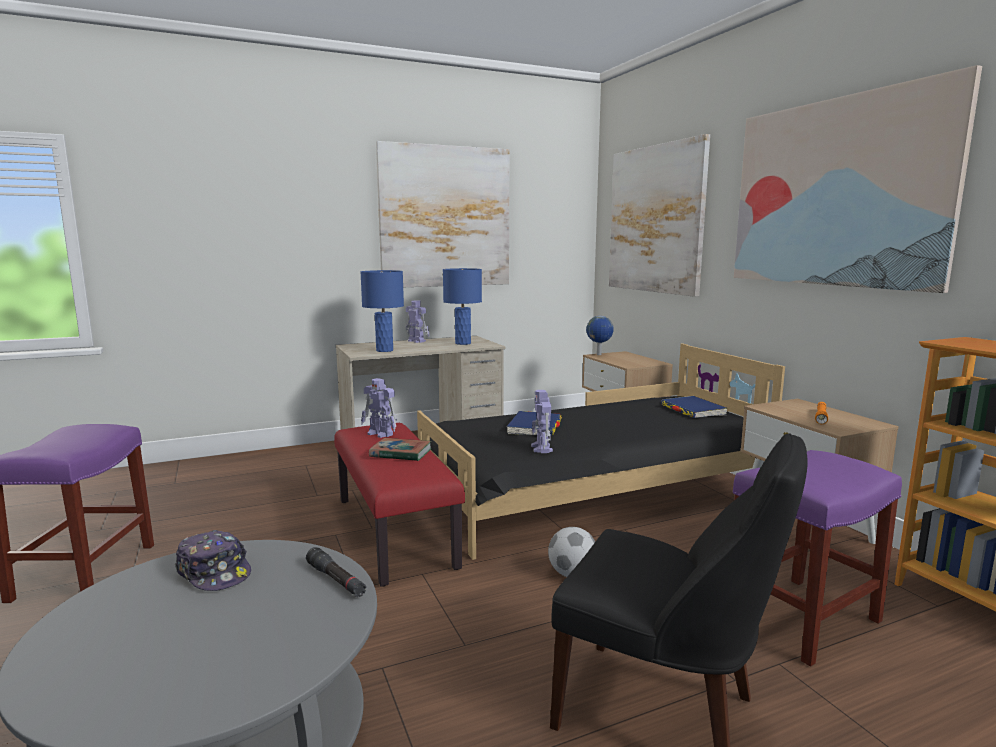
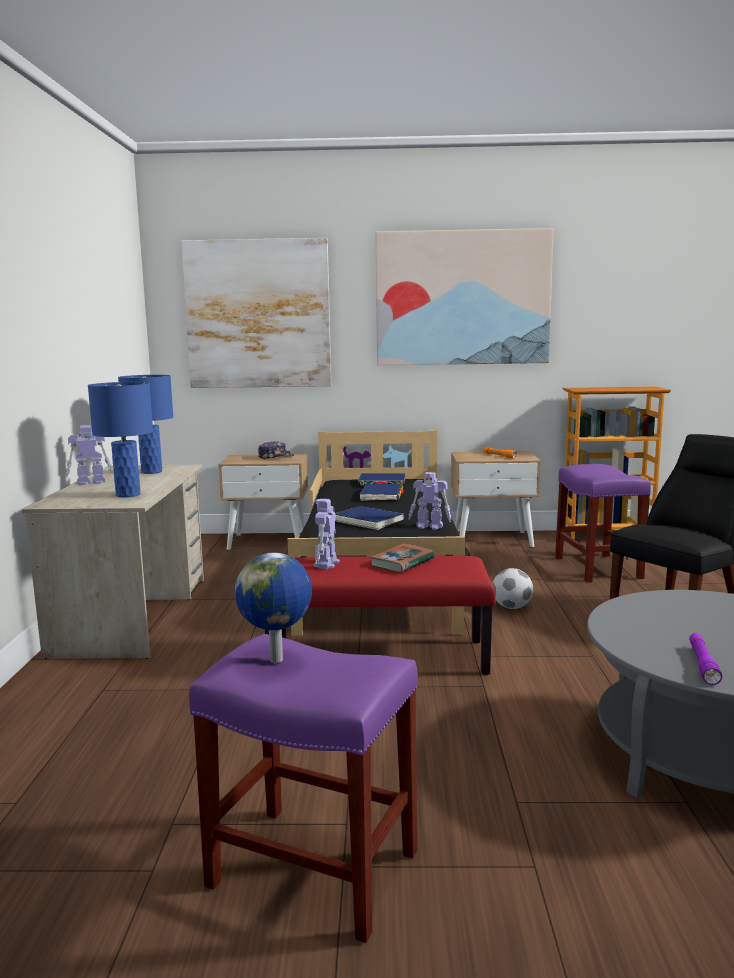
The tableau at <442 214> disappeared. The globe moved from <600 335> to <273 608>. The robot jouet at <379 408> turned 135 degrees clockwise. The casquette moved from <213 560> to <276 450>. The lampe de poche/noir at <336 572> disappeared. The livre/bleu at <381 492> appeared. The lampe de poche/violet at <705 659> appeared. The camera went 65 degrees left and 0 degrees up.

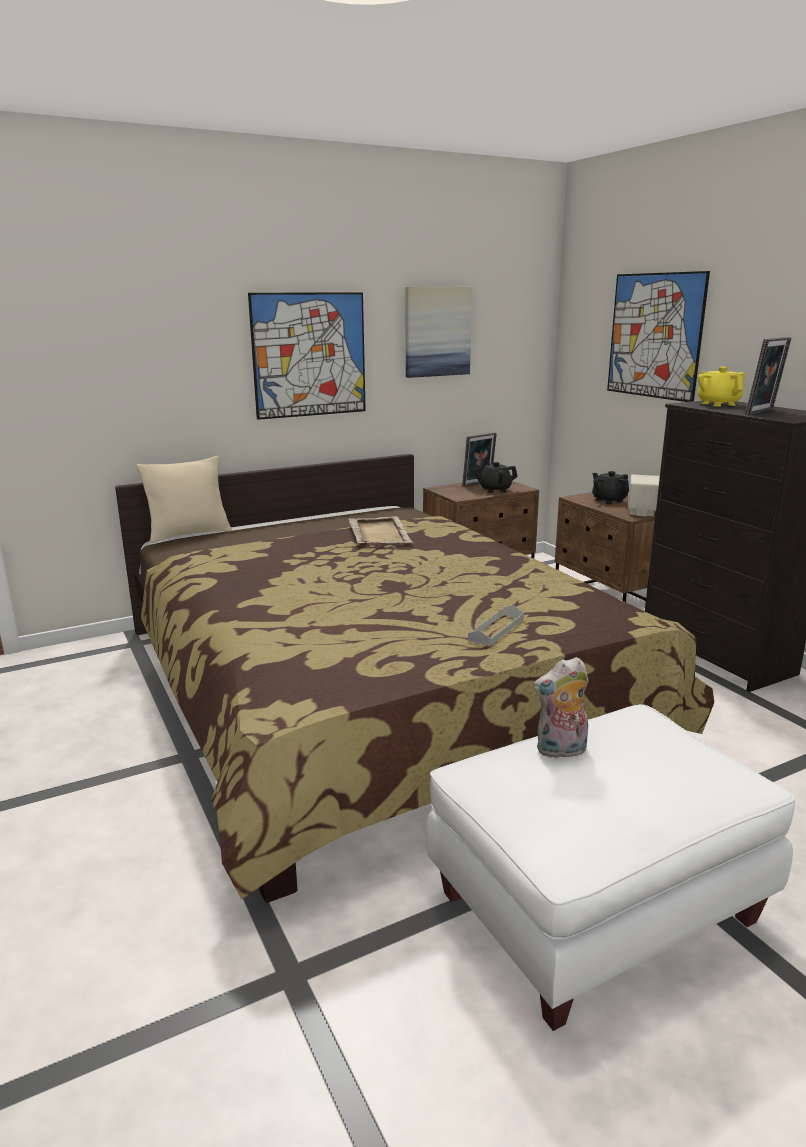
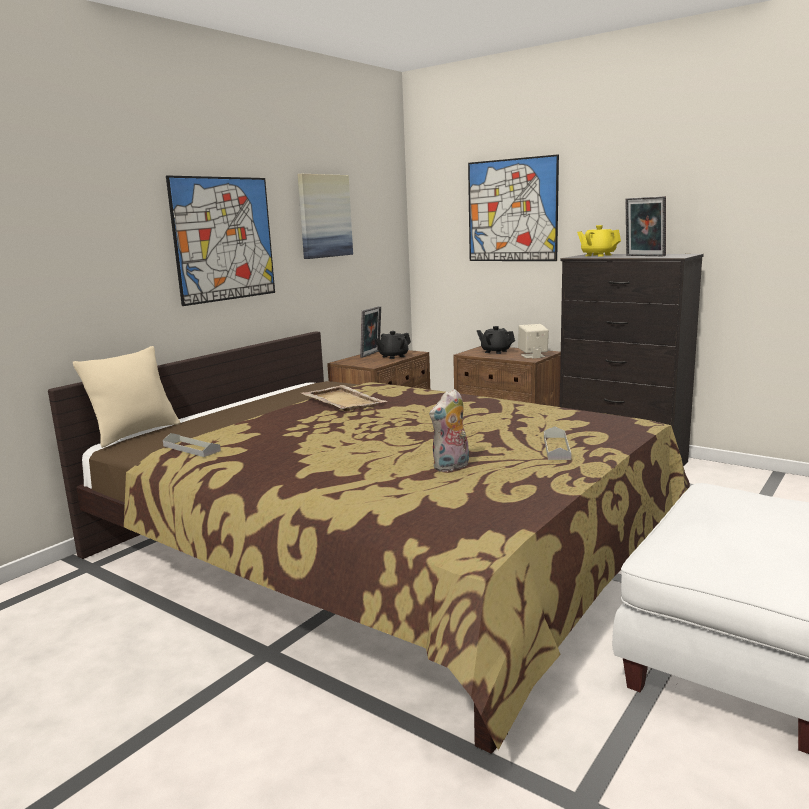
The cadre photo at <768 376> turned 120 degrees clockwise. The peluche moved from <561 707> to <449 430>. The plateau/gris at <192 445> appeared. The camera went 25 degrees left and 5 degrees down.

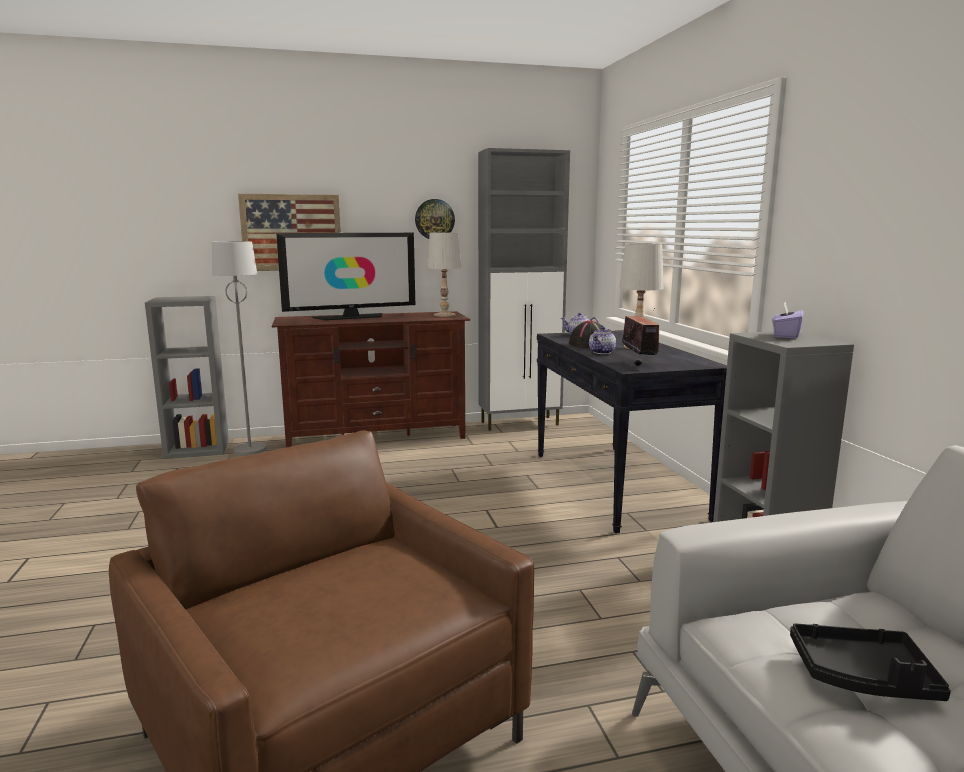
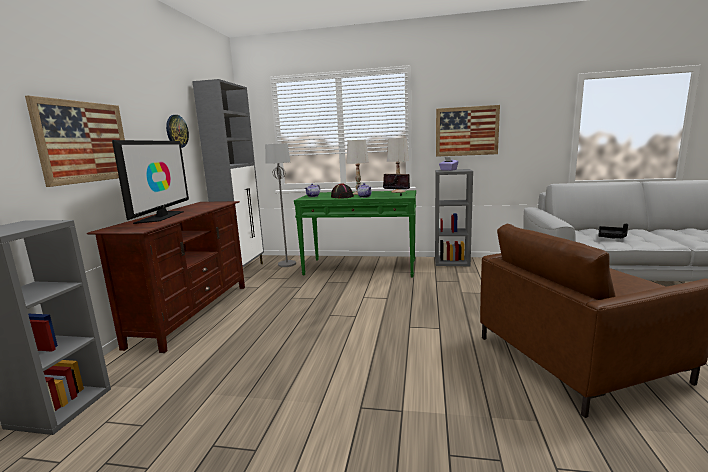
The lampe de table/blanc moved from <444 275> to <398 165>. The lampadaire/gris moved from <239 348> to <280 205>. The table console/noir at <632 432> became the table console/vert at <355 234>. The tableau at <468 131> appeared. The camera went 65 degrees left and 0 degrees up.

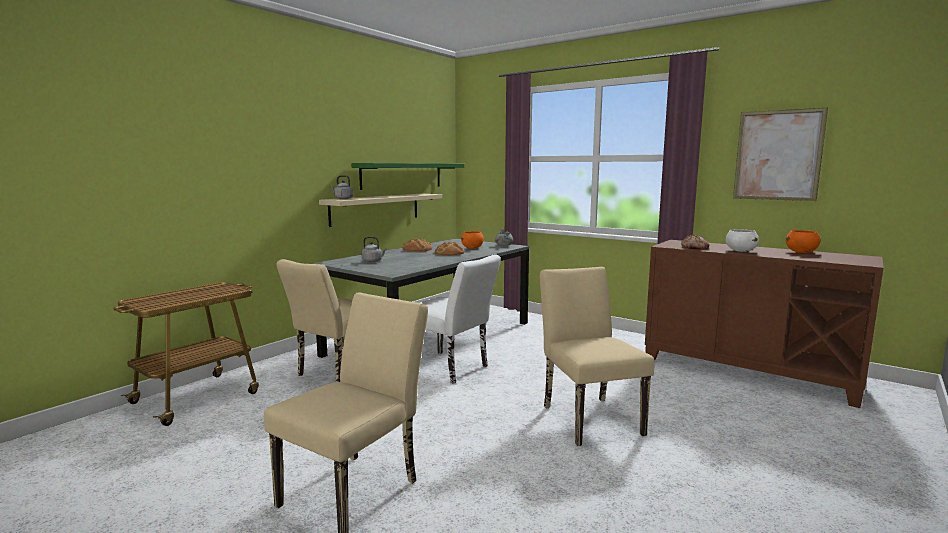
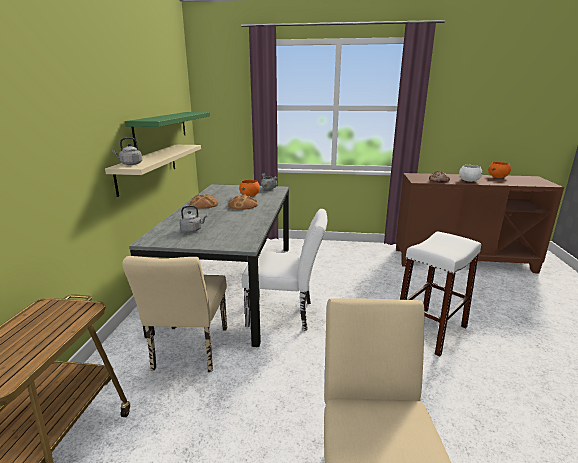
The tableau at <780 154> disappeared. The chaise/beige at <597 356> was replaced by the tabouret/blanc at <440 294>. The camera went 30 degrees left and 10 degrees up.

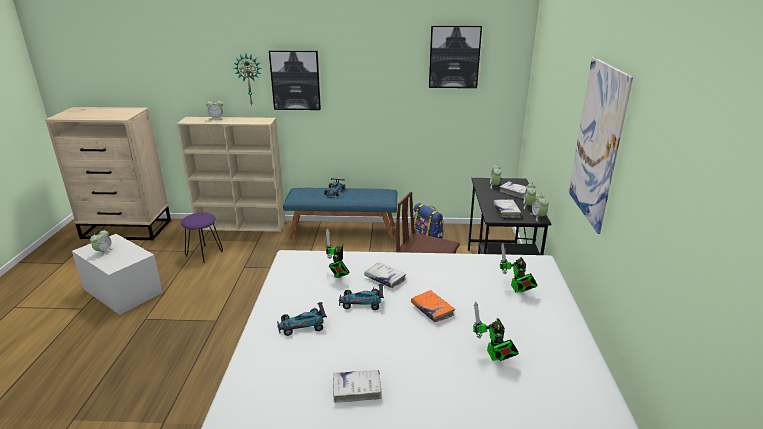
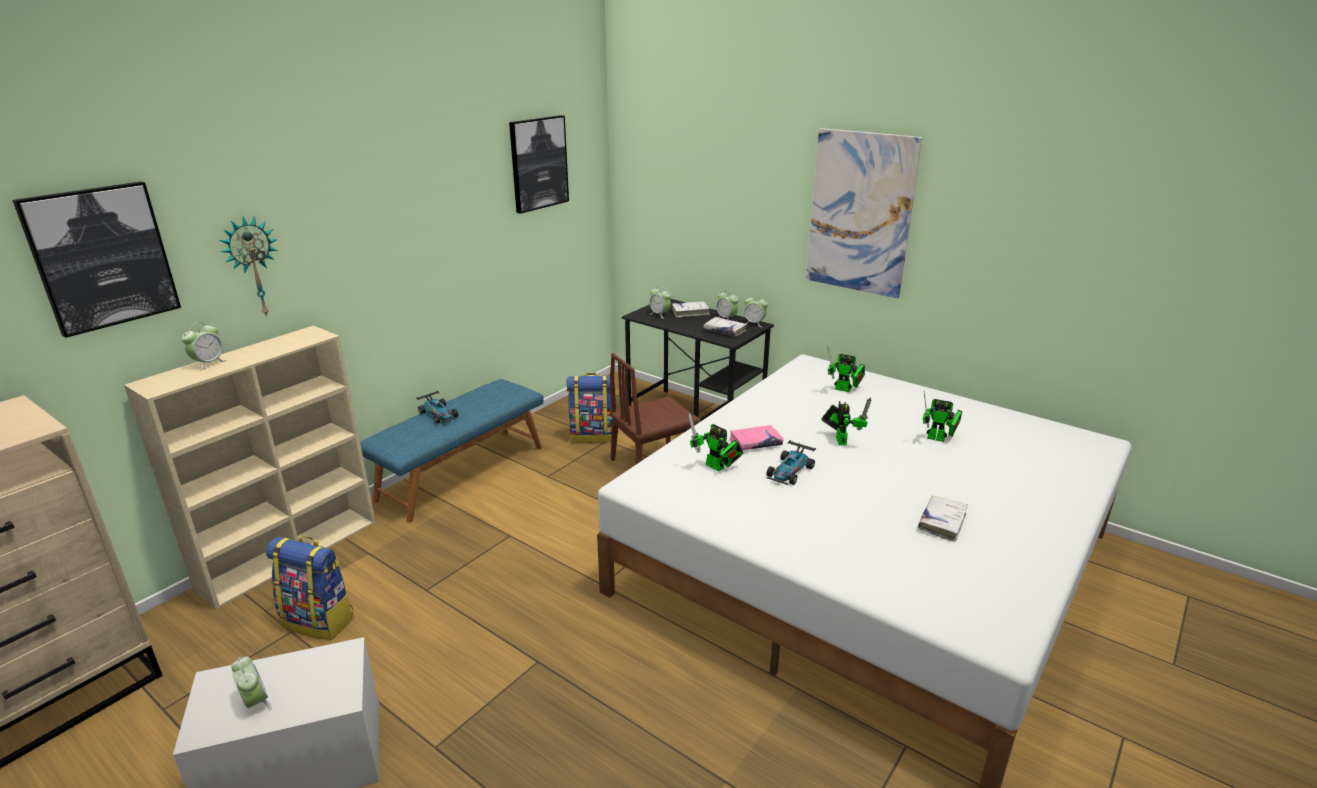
The tableau moved from <295 80> to <97 259>. The tabouret/violet at <202 237> was replaced by the sac à dos at <310 588>. The livre/blanc at <385 275> became the livre/rose at <756 437>. The livre/orange at <433 306> was replaced by the robot jouet at <846 421>. The petite voiture at <302 319> disappeared. The camera went 55 degrees left and 0 degrees up.

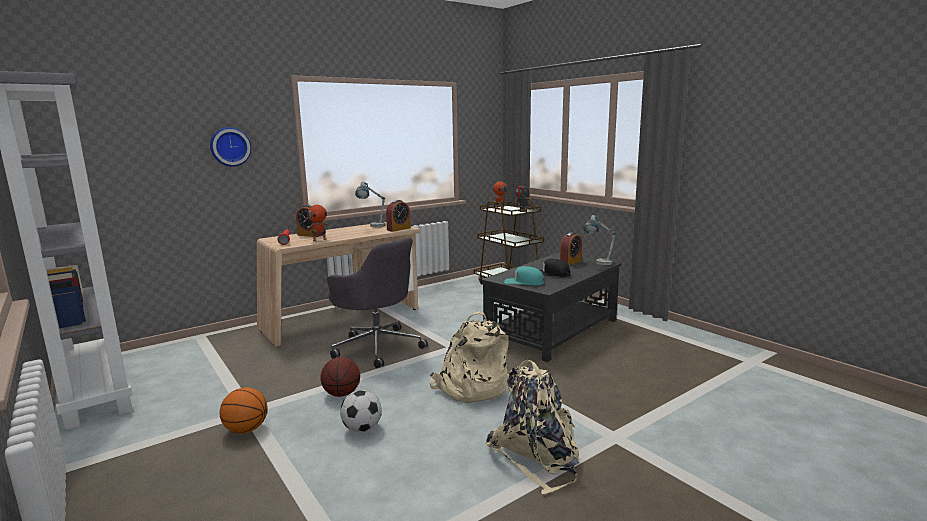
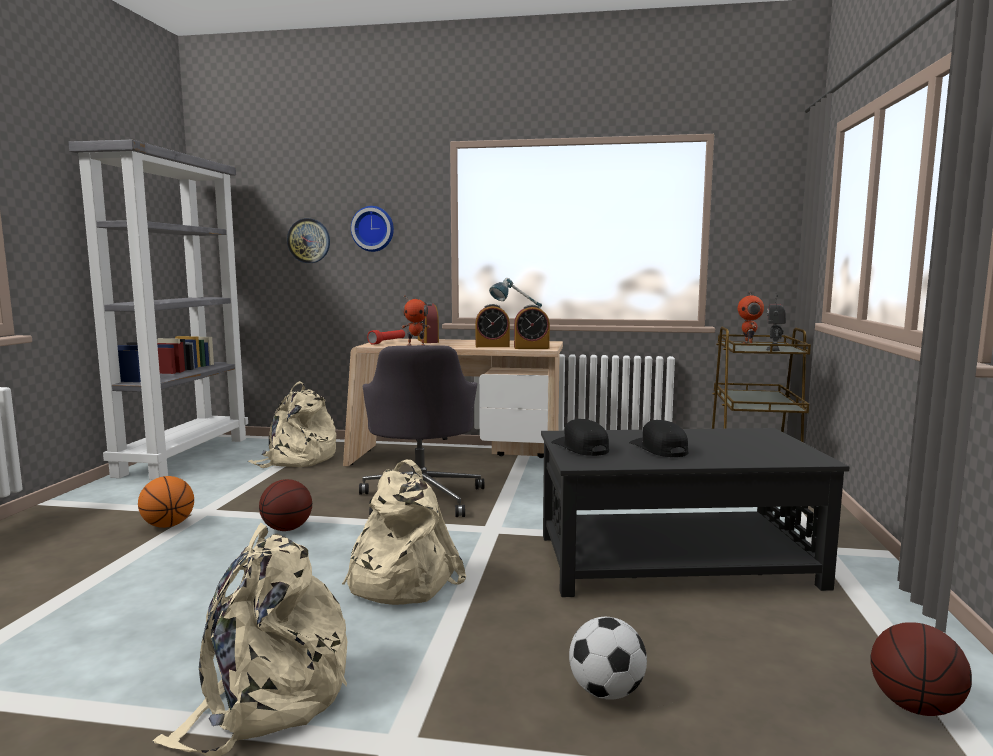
The lampe de table at <599 240> disappeared. The réveil moved from <571 249> to <493 325>. The casquette/turquoise at <524 275> became the casquette/noir at <580 437>. The ballon de foot moved from <361 411> to <608 658>. The horloge murale at <308 240> appeared. The sac à dos/beige at <292 424> appeared. The ballon de basket at <921 669> appeared. The camera went 45 degrees right and 5 degrees down.

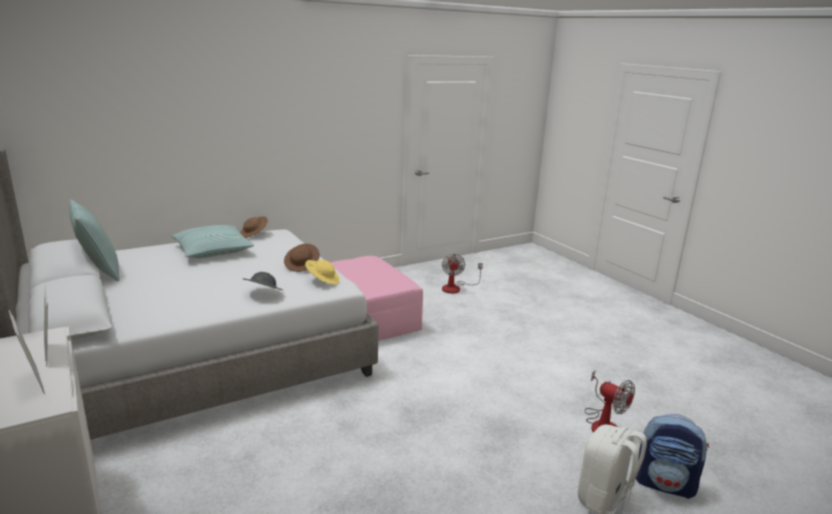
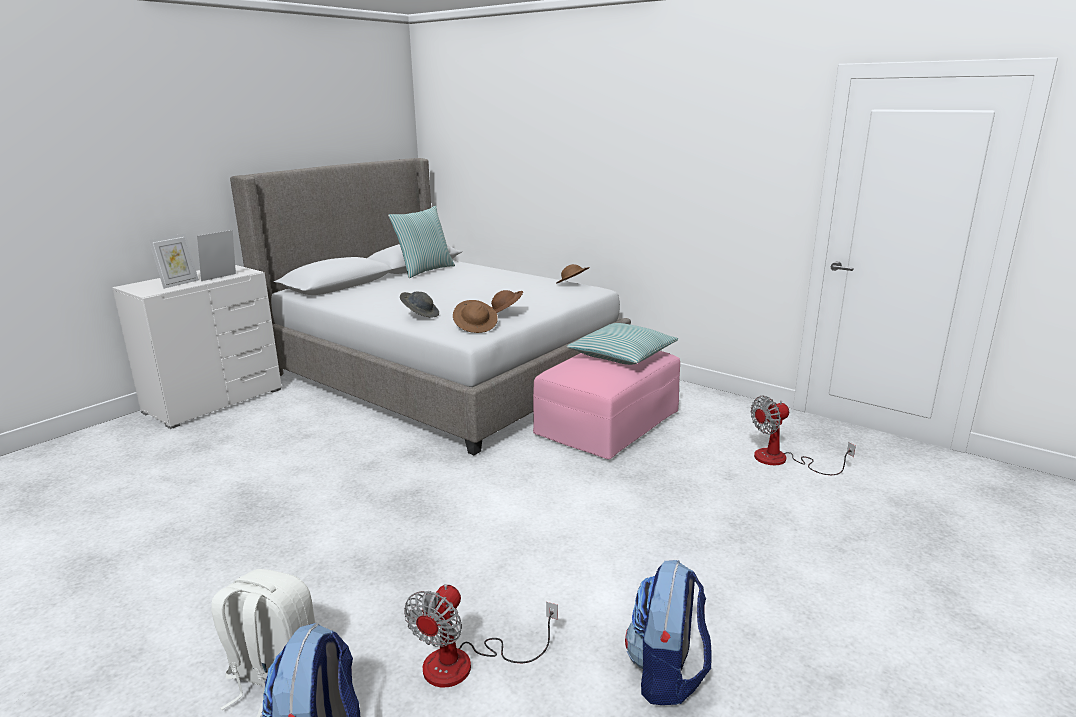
The coussin moved from <212 241> to <622 344>. The chapeau/jaune at <322 272> became the chapeau/marron at <475 316>. The sac à dos at <668 632> appeared. The camera went 70 degrees right and 0 degrees up.

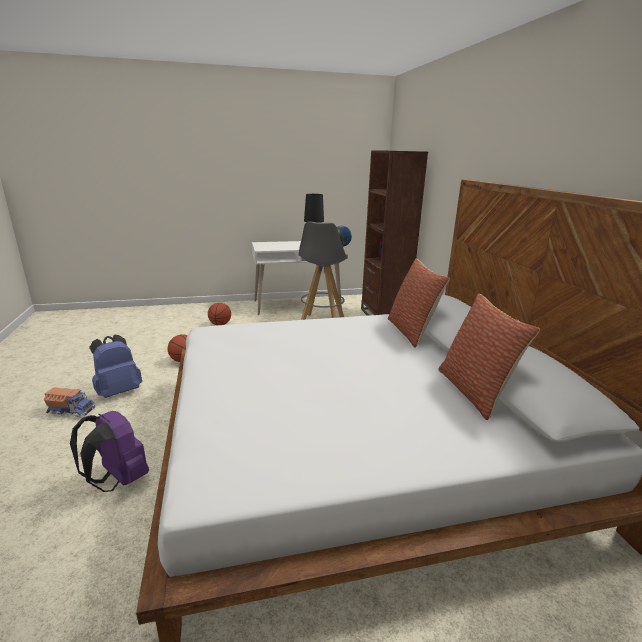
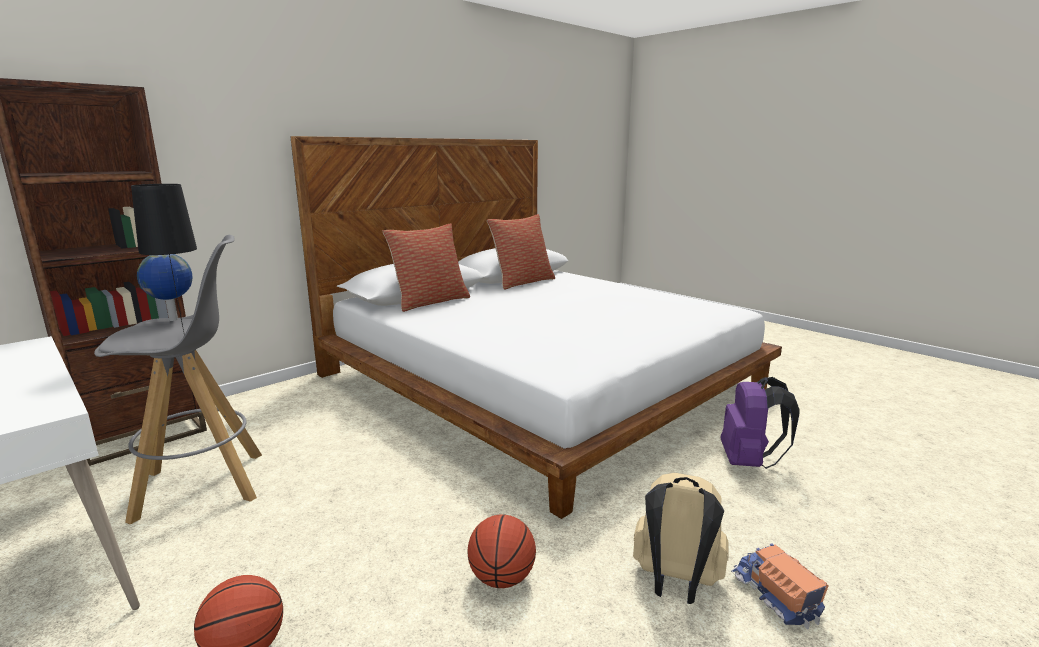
The sac à dos/bleu at <115 366> became the sac à dos/beige at <681 538>. The camera went 120 degrees left and 5 degrees down.

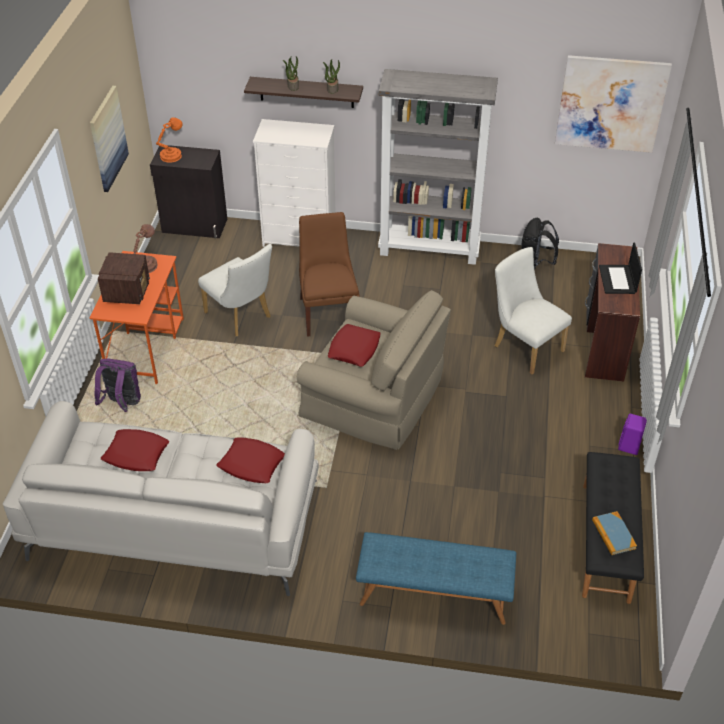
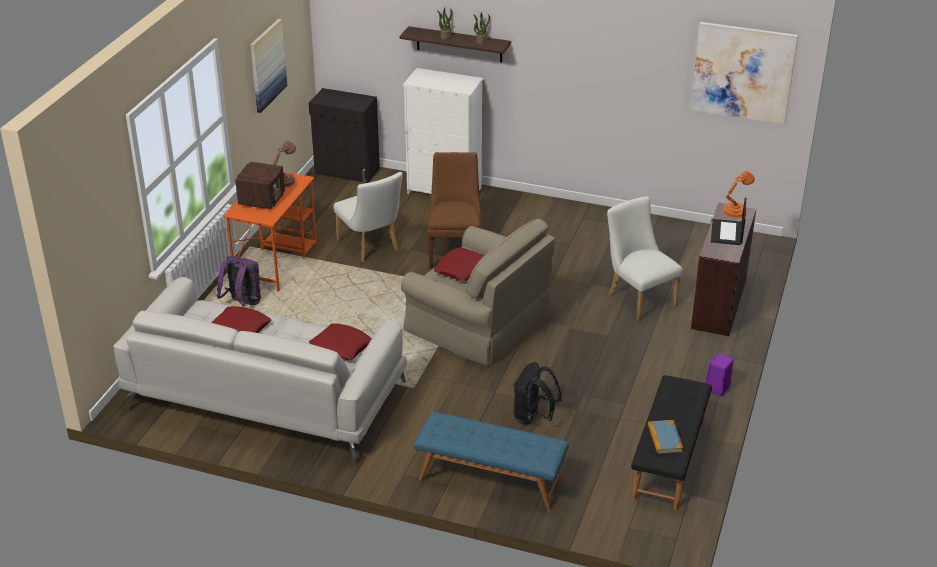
The bibliothèque/gris at <438 167> disappeared. The lampe de table/orange moved from <169 140> to <739 194>. The sac à dos/noir moved from <540 244> to <537 394>. The camera went 10 degrees right and 10 degrees down.

